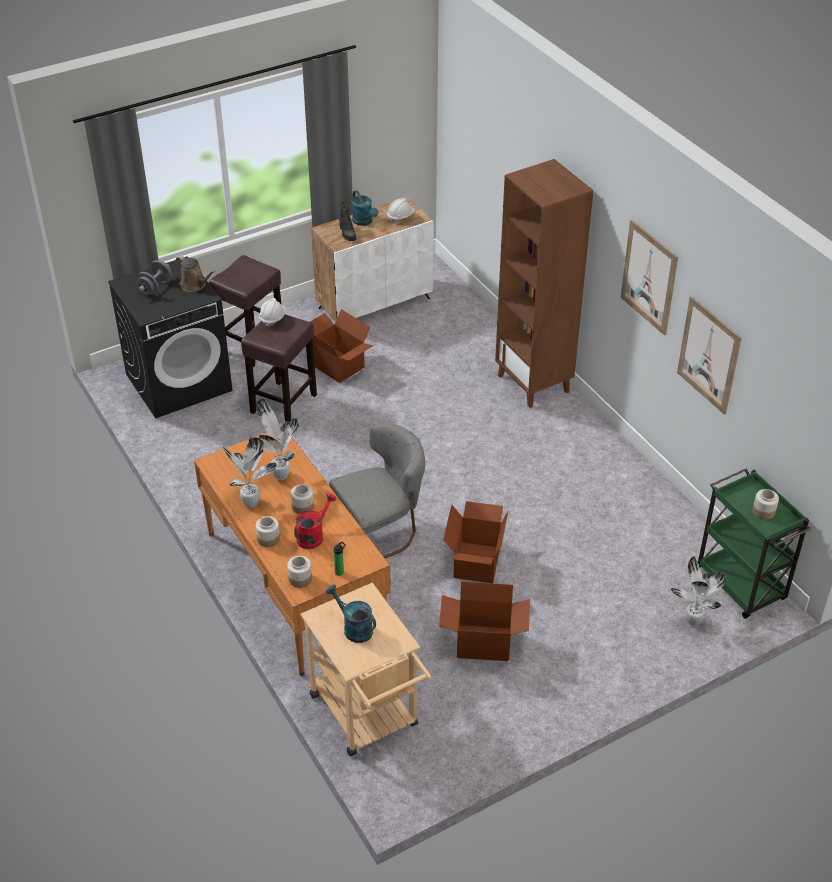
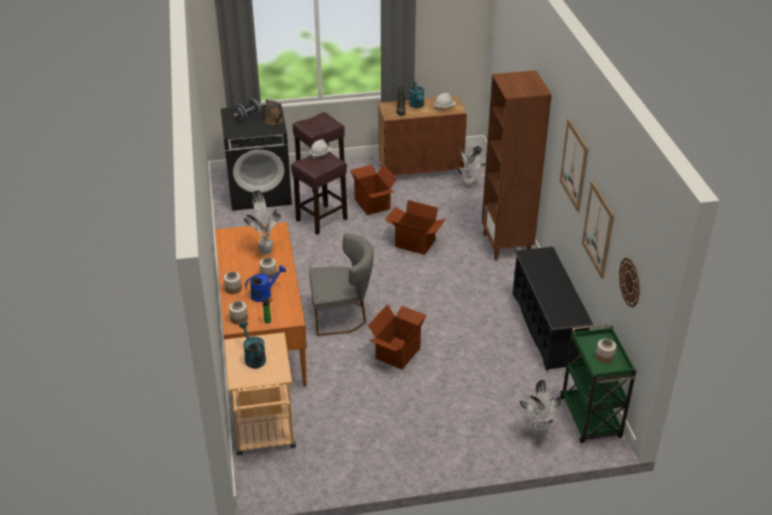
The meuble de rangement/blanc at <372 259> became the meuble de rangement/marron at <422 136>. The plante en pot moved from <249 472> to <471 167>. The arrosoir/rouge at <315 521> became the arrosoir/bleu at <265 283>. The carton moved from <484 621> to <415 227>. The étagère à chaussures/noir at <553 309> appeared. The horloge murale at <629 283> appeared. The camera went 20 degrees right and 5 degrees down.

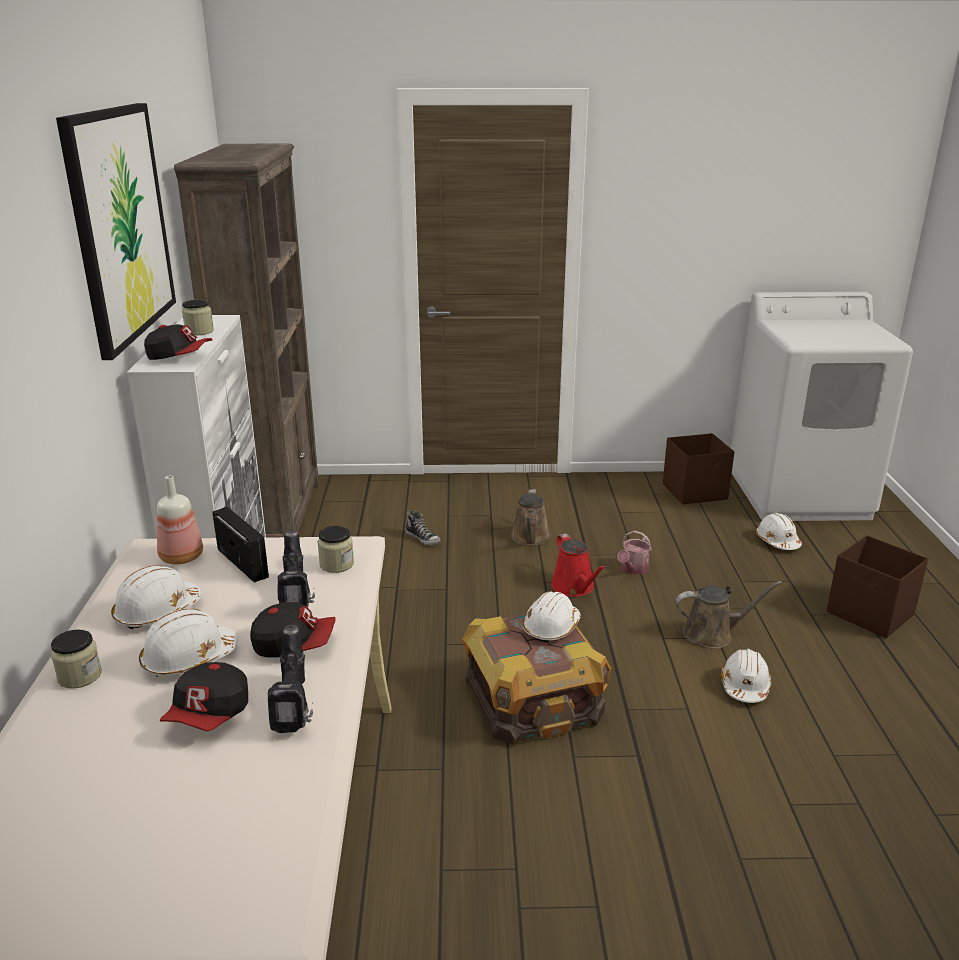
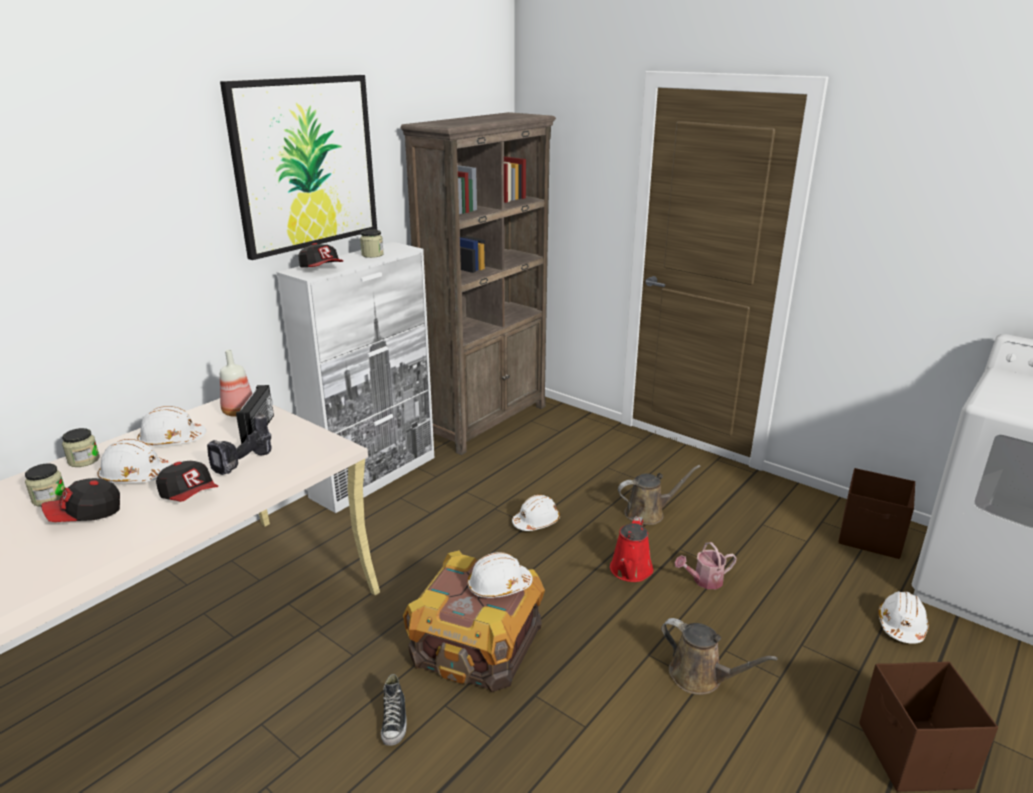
The arrosoir/marron at <531 517> turned 150 degrees counterclockwise. The chaussure moved from <423 527> to <394 710>. The bocal moved from <335 549> to <45 485>. The perceuse at <290 678> disappeared. The casque de chantier/blanc moved from <746 676> to <536 513>. The camera went 40 degrees right and 0 degrees up.

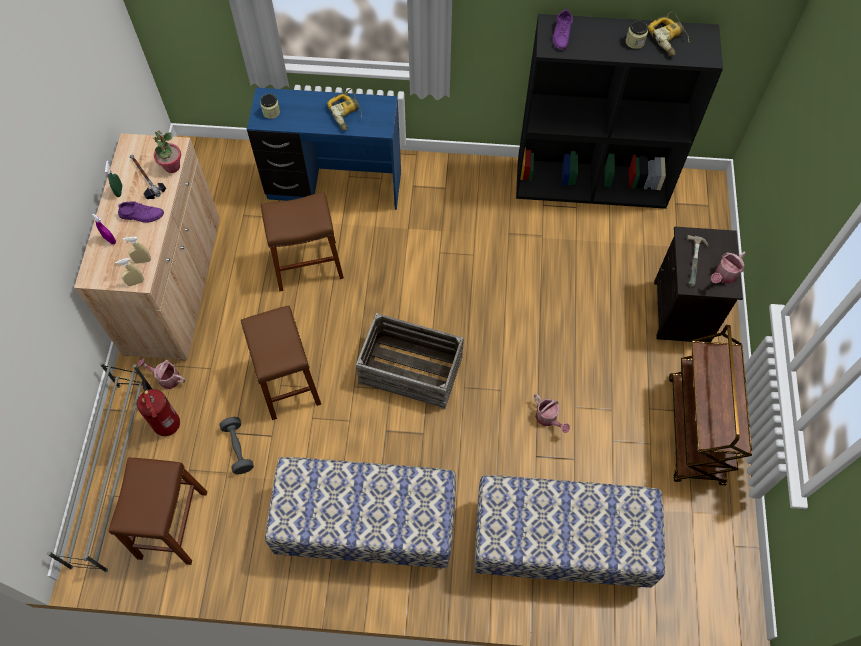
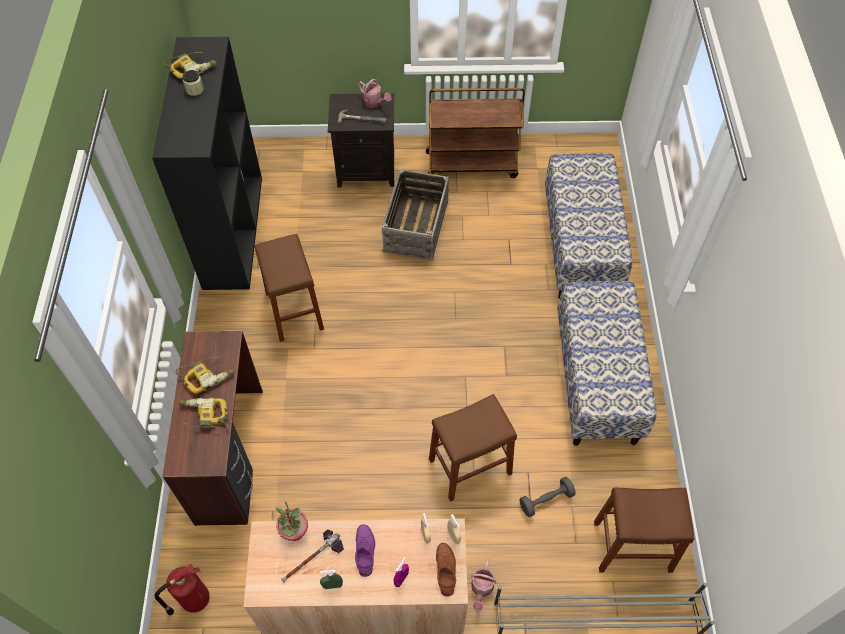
The chaussure/violet at <562 29> disappeared. The bureau/bleu at <324 148> became the bureau/marron at <213 428>. The bocal at <270 106> disappeared. The tabouret/marron moved from <302 241> to <289 288>. The caisse moved from <410 361> to <415 215>. The extincteur moved from <158 408> to <182 589>. The arrosoir at <552 413> disappeared. The perceuse at <203 413> appeared. The chaussure/marron at <446 569> appeared. The camera went 95 degrees left and 5 degrees down.

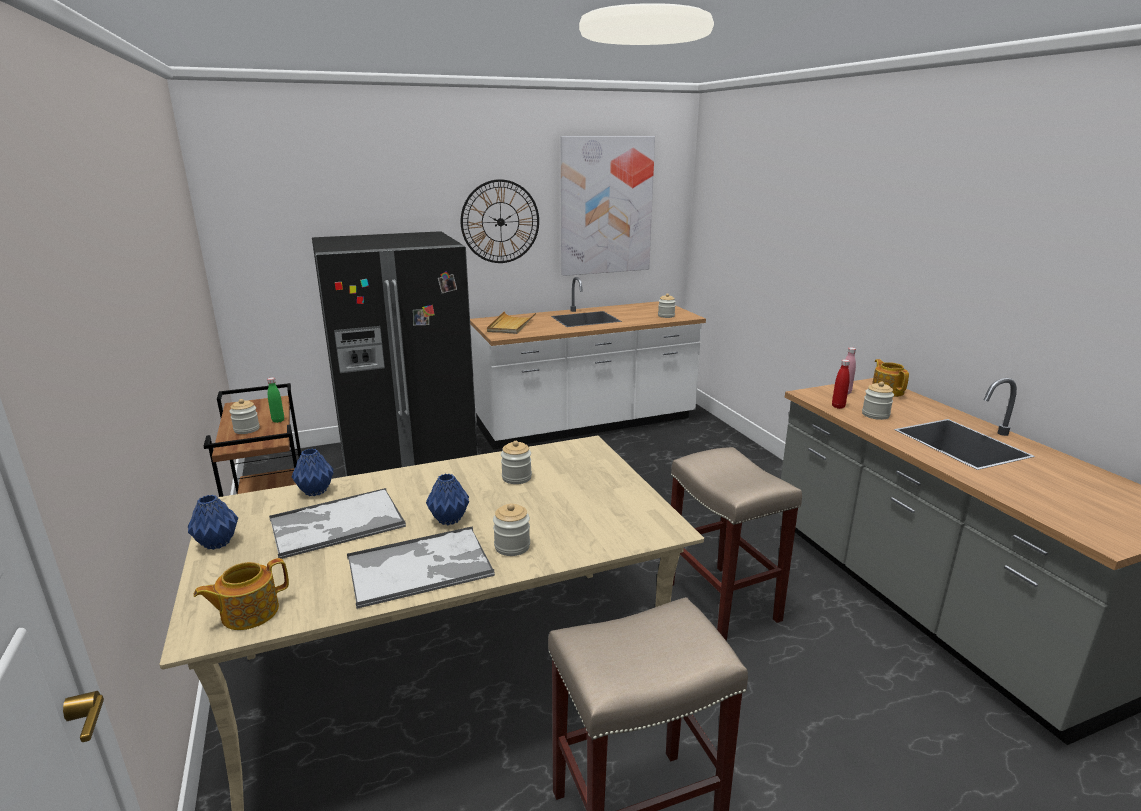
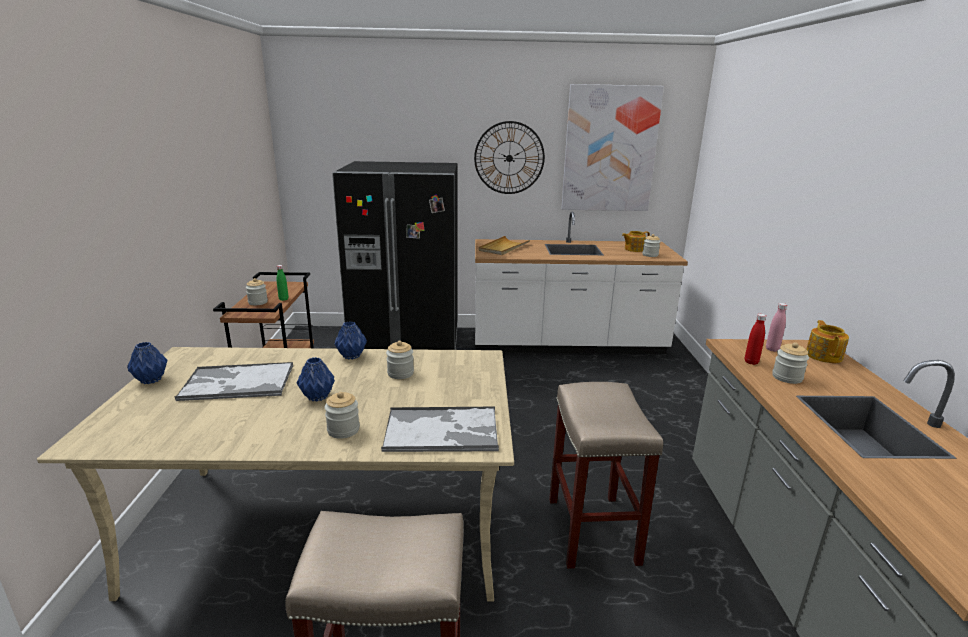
The vase/bleu moved from <312 472> to <350 341>. The plateau moved from <421 567> to <440 429>. The théière moved from <241 594> to <636 241>. The camera went 20 degrees right and 0 degrees up.

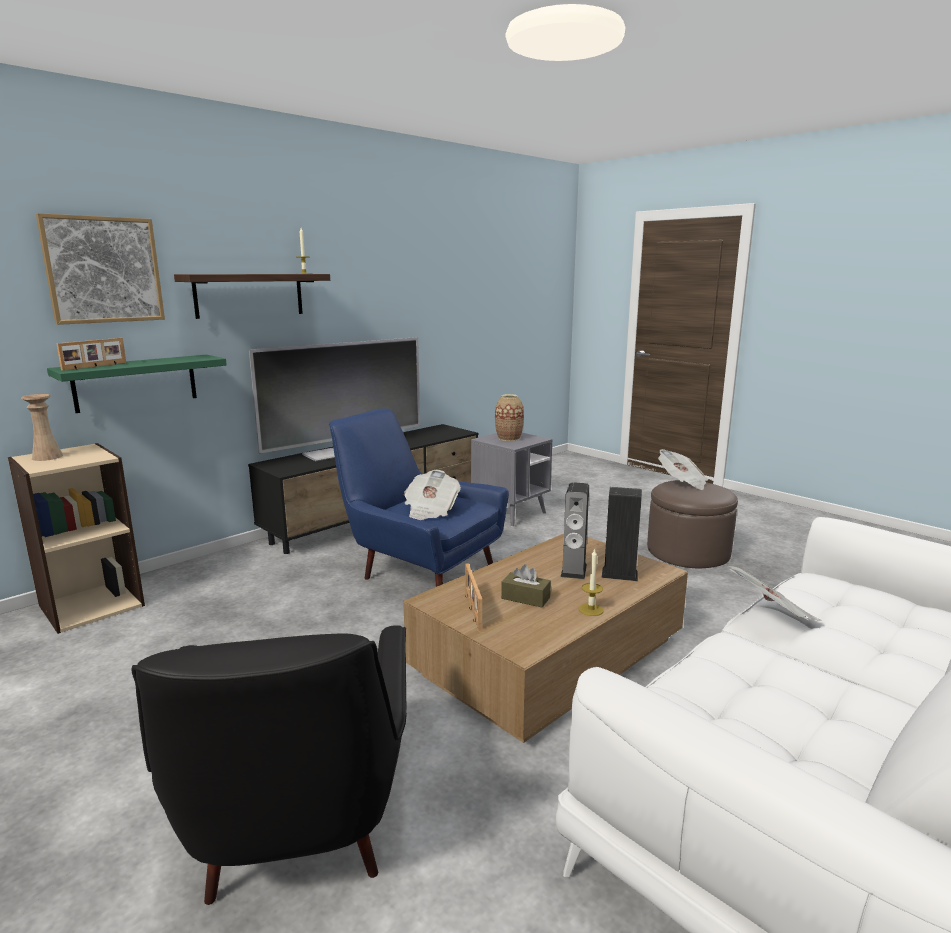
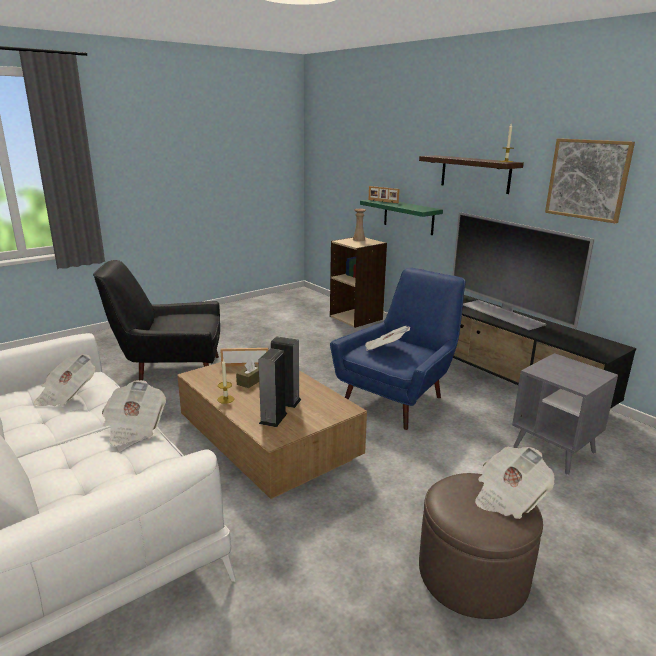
The tableau moved from <100 269> to <590 181>. The vase at <509 417> disappeared. The journal at <64 380> appeared. The camera went 95 degrees right and 5 degrees up.

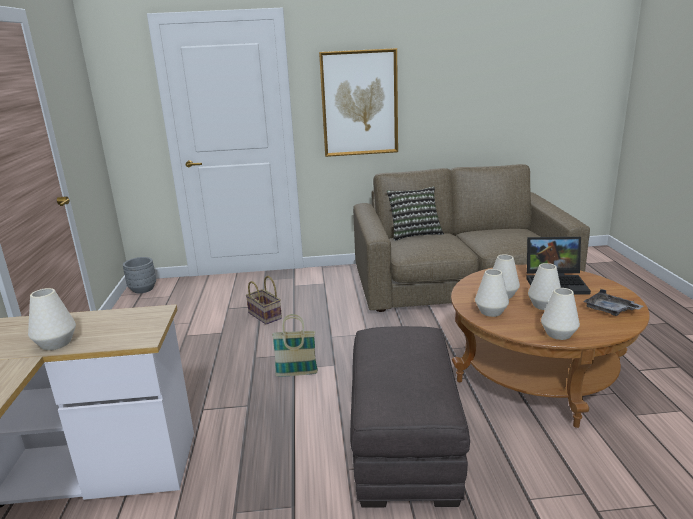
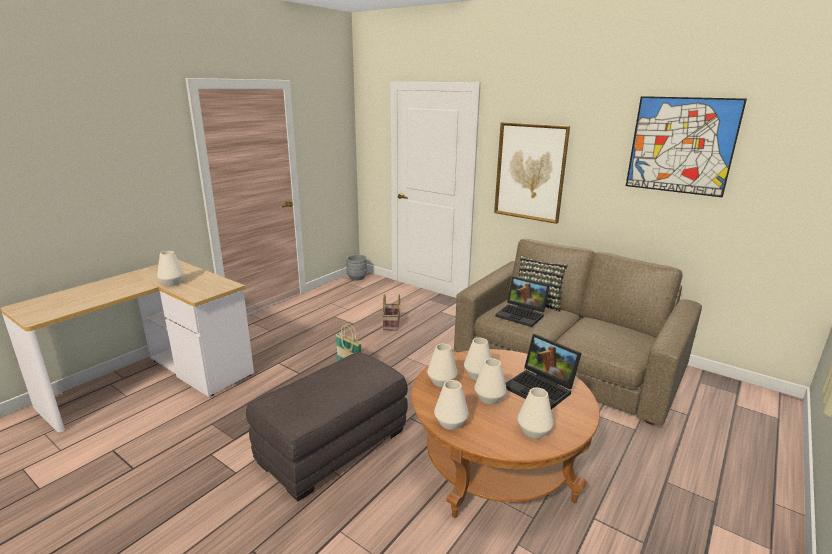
The plateau/gris at <613 302> was replaced by the vase/blanc at <535 413>. The tableau at <686 147> appeared. The ordinateur portable at <522 302> appeared. The camera went 40 degrees right and 0 degrees up.

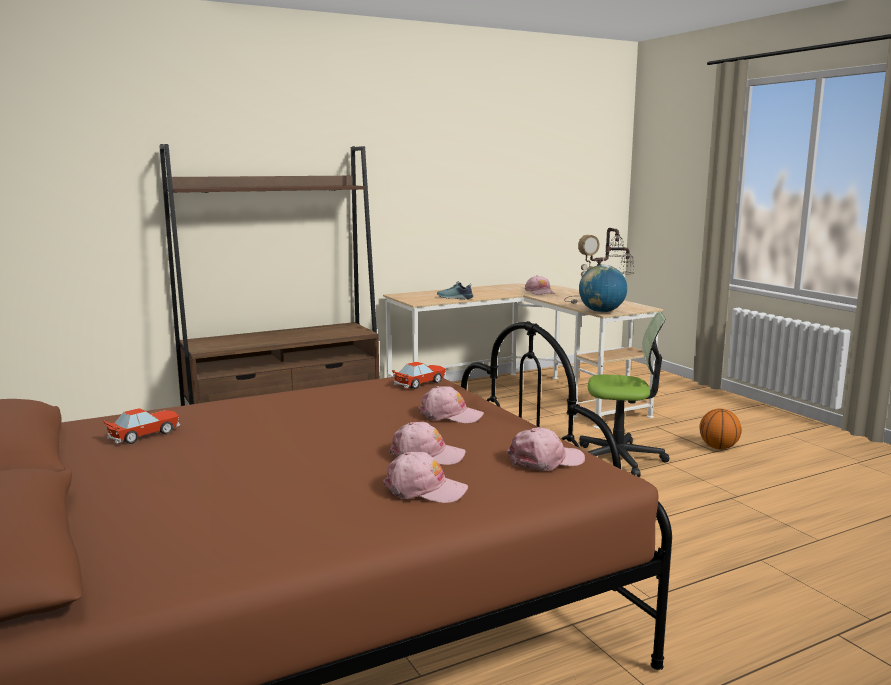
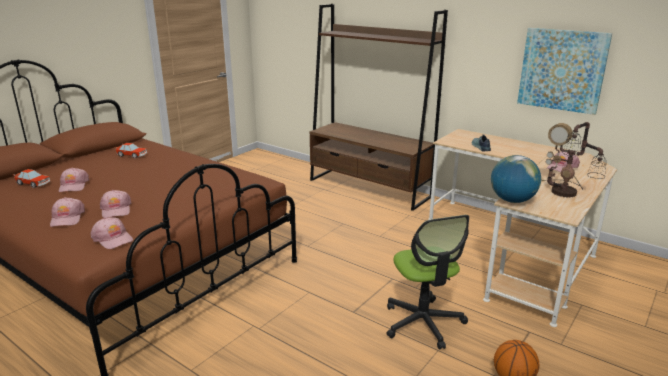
The petite voiture moved from <419 375> to <32 178>. The casquette/rose moved from <451 405> to <74 180>. The tableau at <564 71> appeared. The camera went 65 degrees right and 10 degrees up.

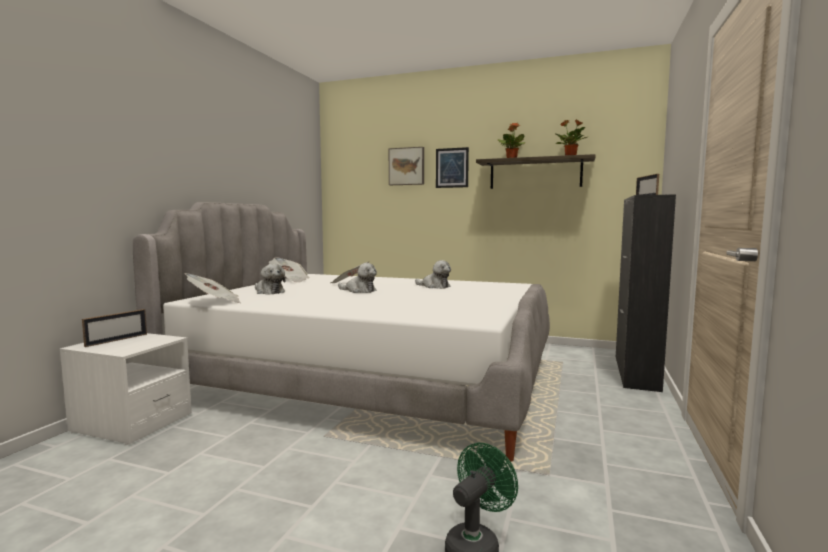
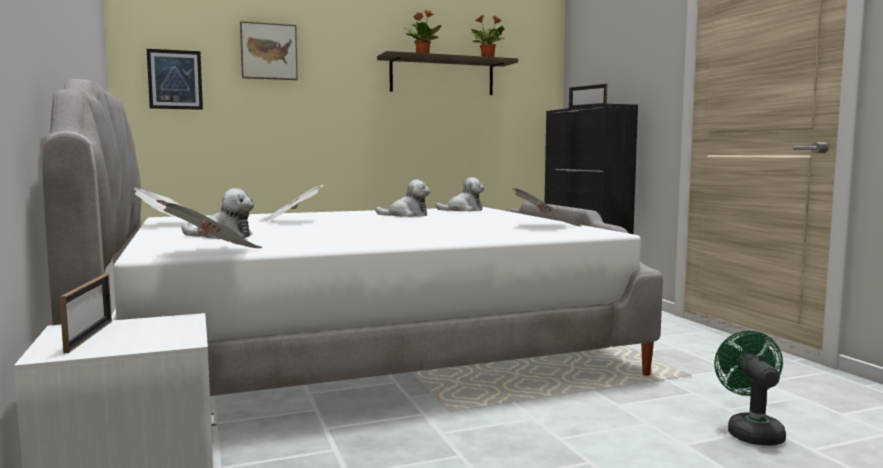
The tableau moved from <452 167> to <175 79>. The peluche moved from <357 278> to <460 194>. The journal at <547 207> appeared. The camera went 40 degrees left and 0 degrees up.

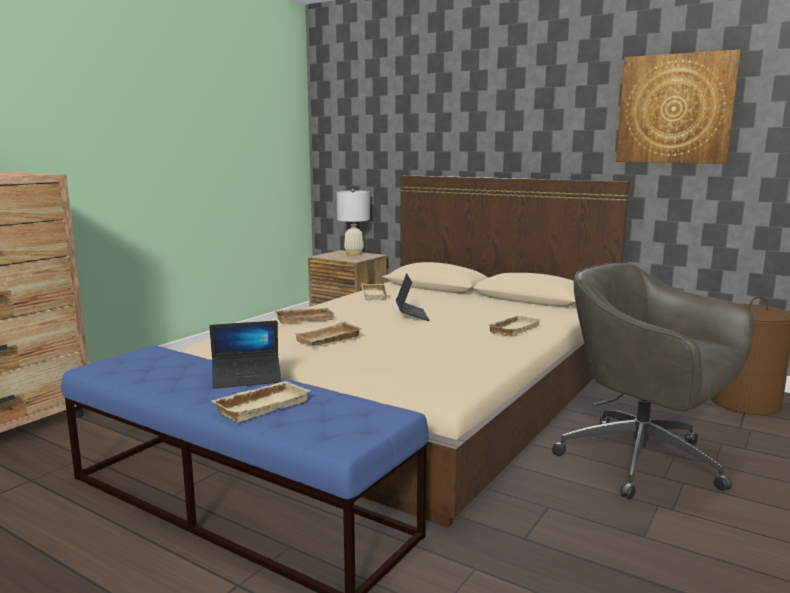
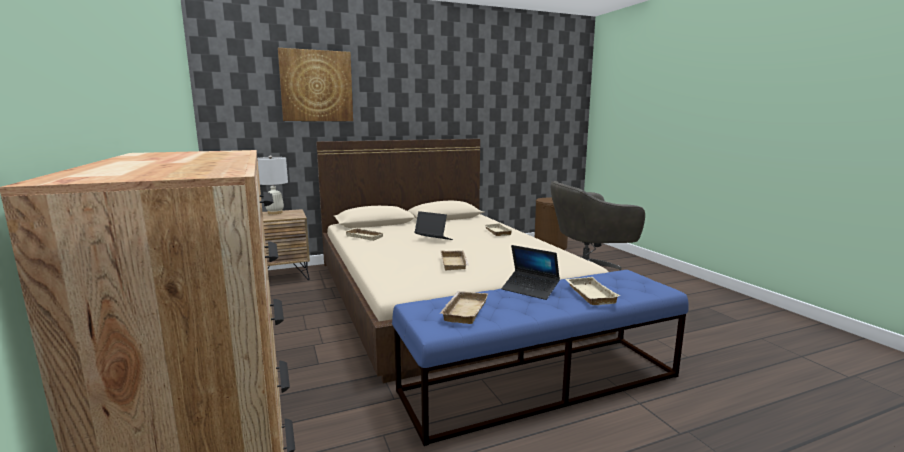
The tableau moved from <678 107> to <315 84>. The plateau/beige moved from <304 316> to <463 307>. The ordinateur portable at <245 355> turned 105 degrees clockwise. The camera went 55 degrees left and 0 degrees up.

